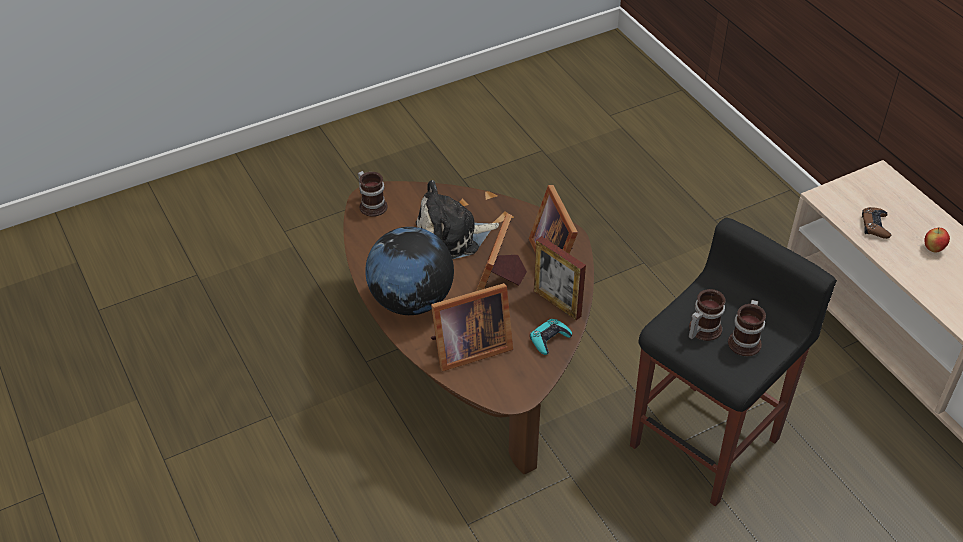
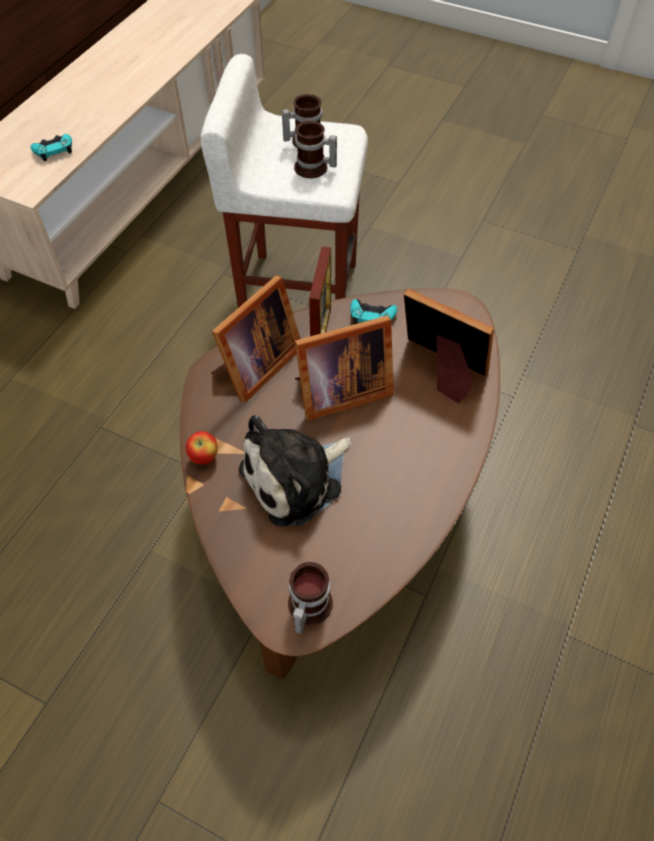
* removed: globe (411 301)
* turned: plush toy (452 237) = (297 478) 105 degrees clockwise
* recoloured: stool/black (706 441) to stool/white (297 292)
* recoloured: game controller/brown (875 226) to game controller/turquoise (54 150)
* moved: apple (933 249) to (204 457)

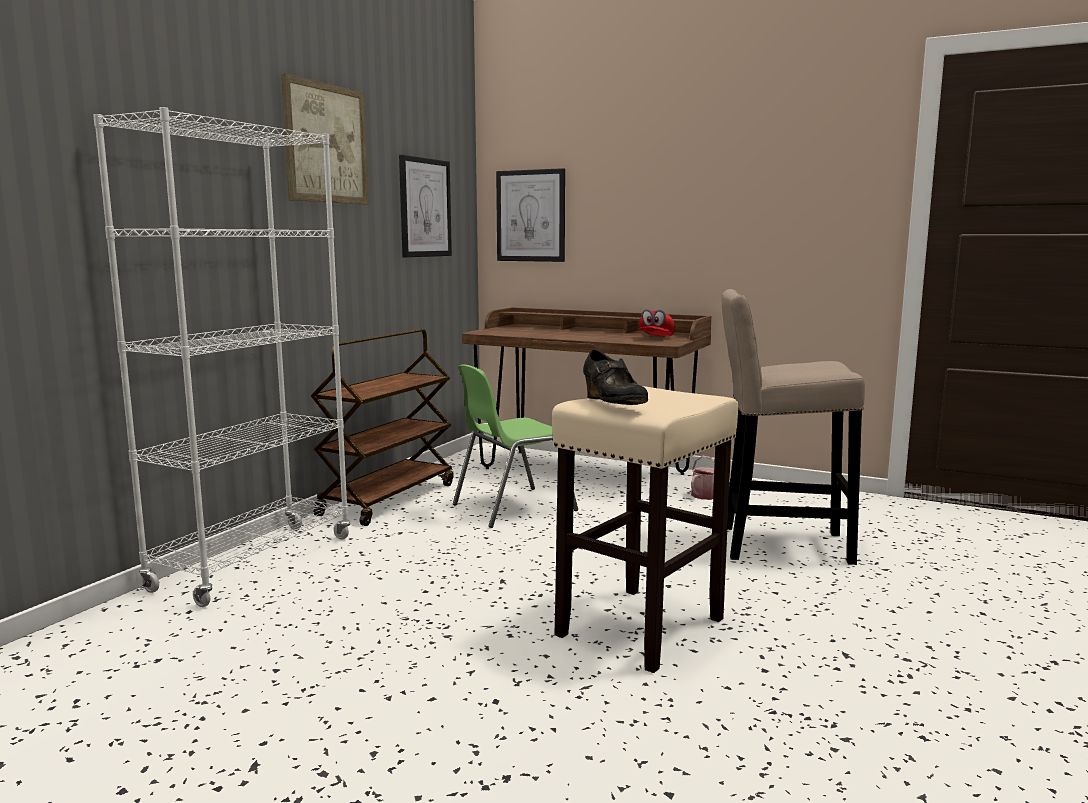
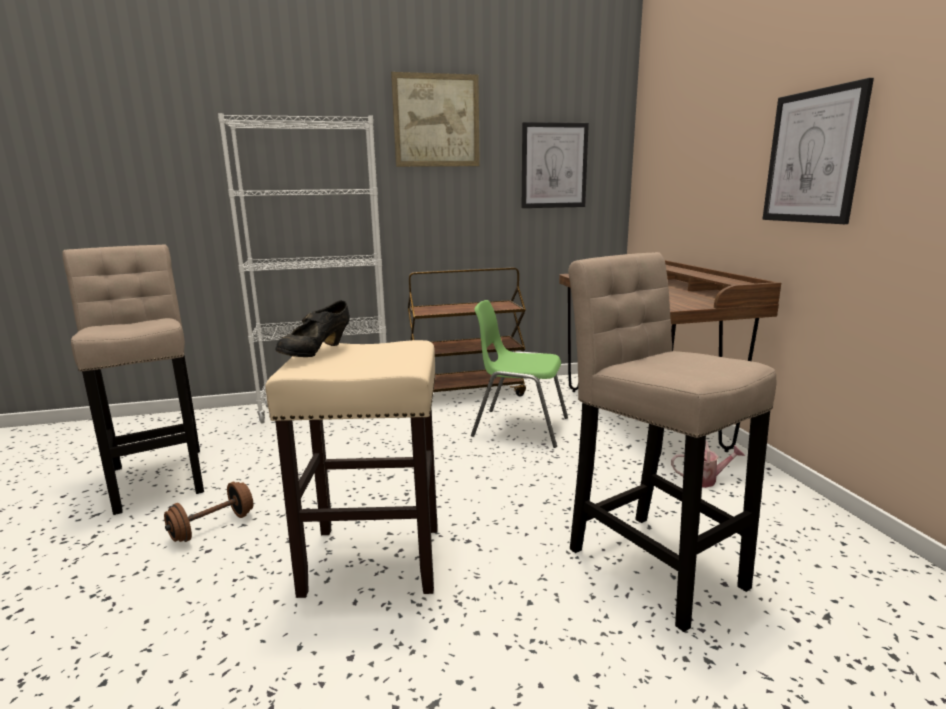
* moved: picture (531 216) to (813 157)
* removed: cap/red (656 338)
* added: stool/beige (159 476)
* added: dumbbell/brown (213 527)

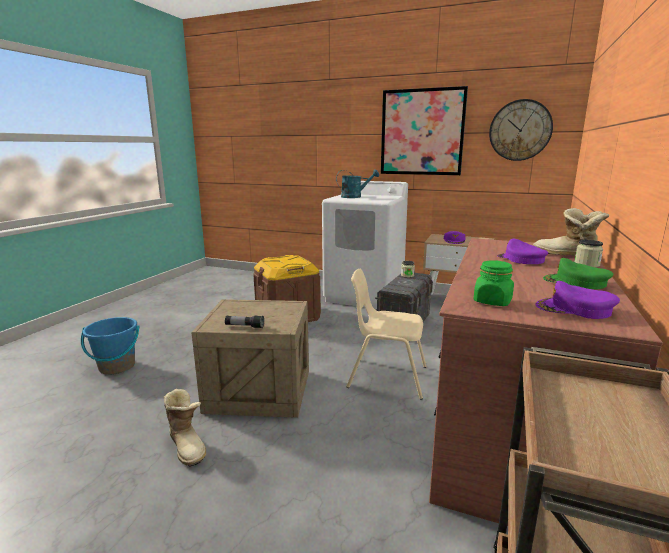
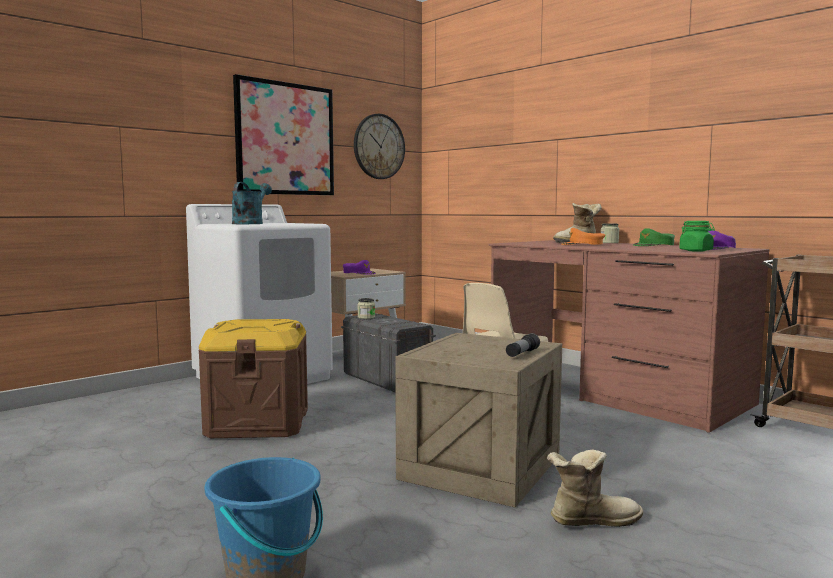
* recoloured: cap/purple (520 259) to cap/orange (582 244)

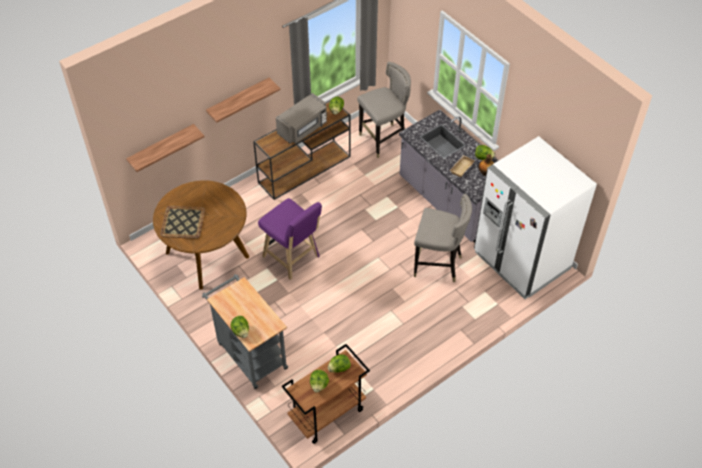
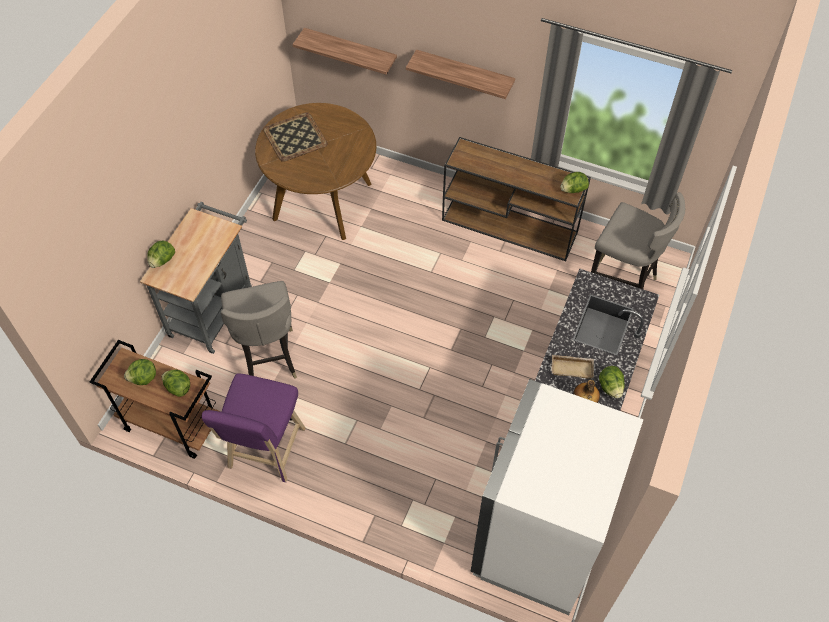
* moved: stool/purple (293 258) to (265 452)
* removed: microwave/grey (303 128)
* moved: stool/grey (438 265) to (268 358)

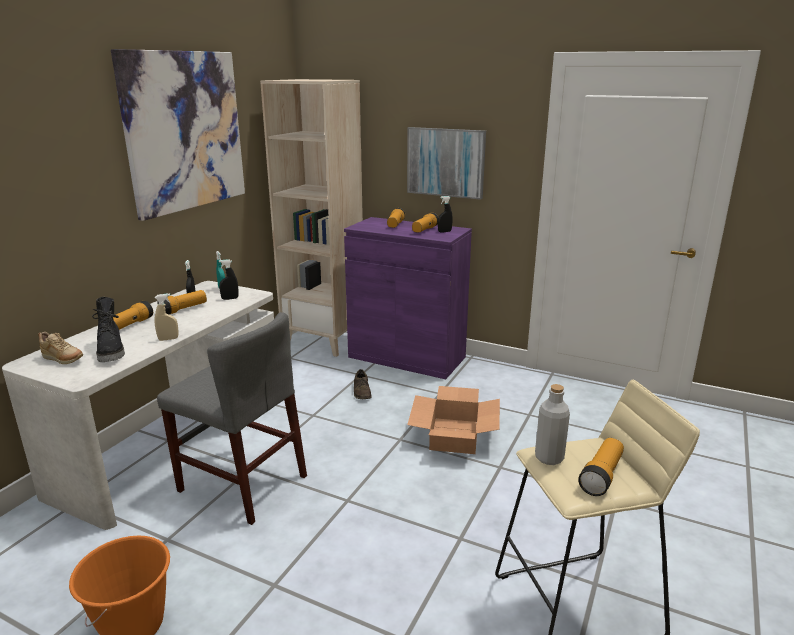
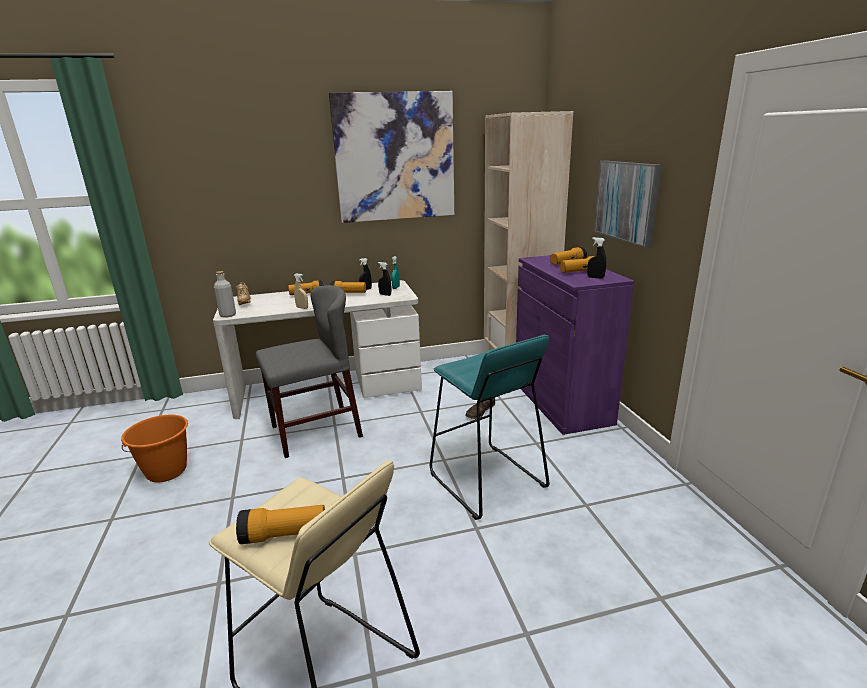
* removed: boot/black (112 352)
* turned: chair/grey (242 483) = (316 431) 105 degrees counterclockwise
* replaced: cardboard box (454 435) to stool/turquoise (486 481)
* moved: bottle/grey (549 458) to (228 315)

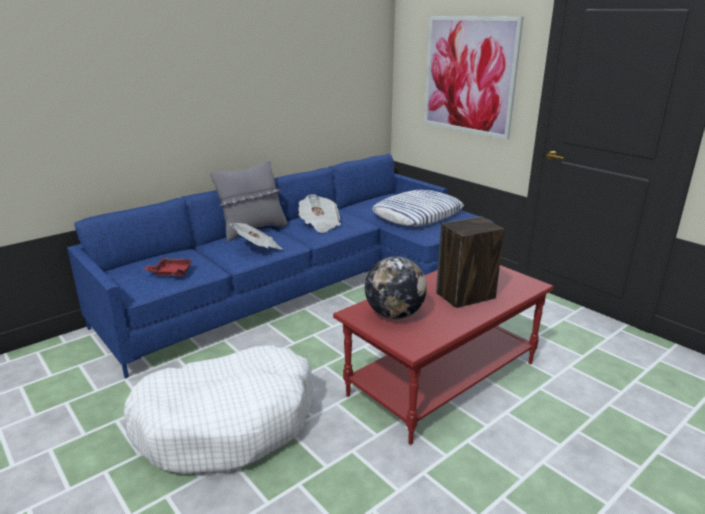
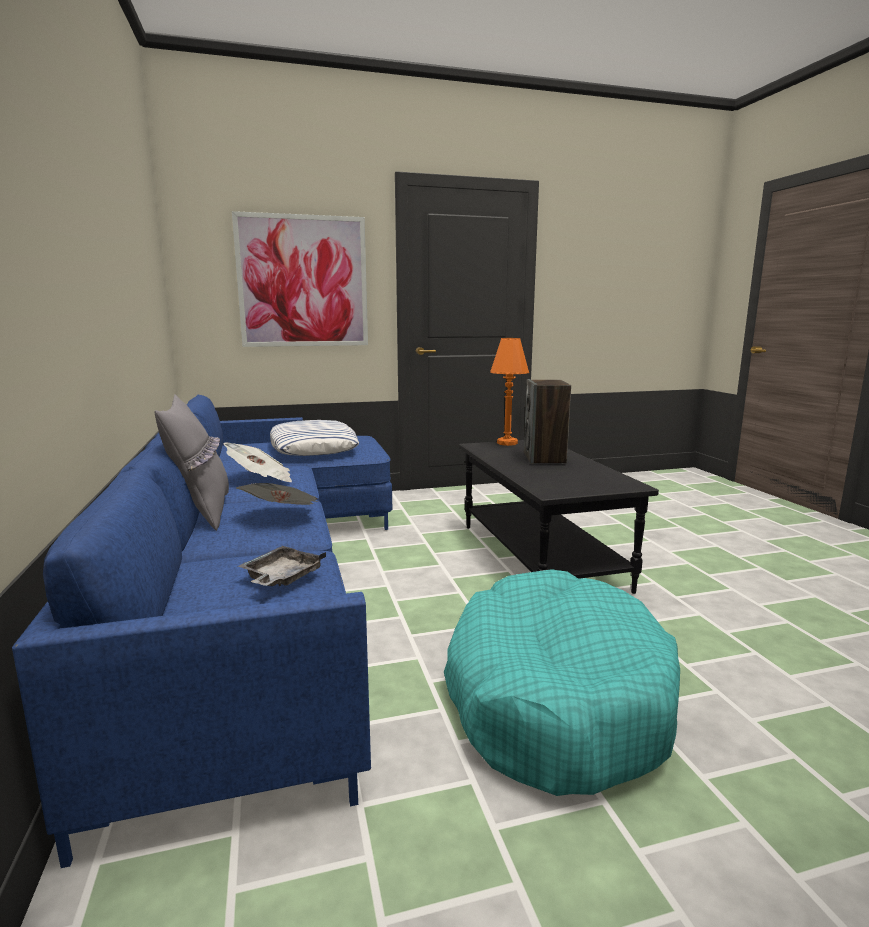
* recoloured: dog bed/white (228 422) to dog bed/turquoise (554 697)
* recoloured: tray/red (171 272) to tray/grey (281 577)
* recoloured: coffee table/red (442 377) to coffee table/black (537 556)
* removed: globe (394 314)
* added: table lamp/orange (507 443)

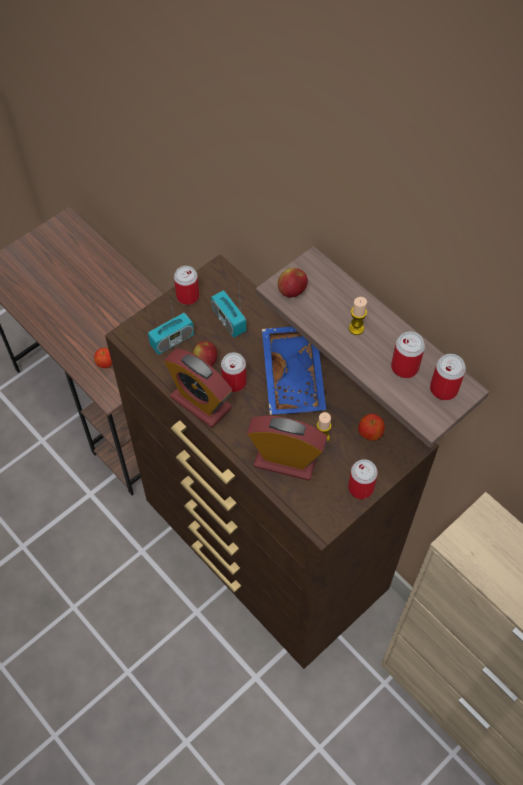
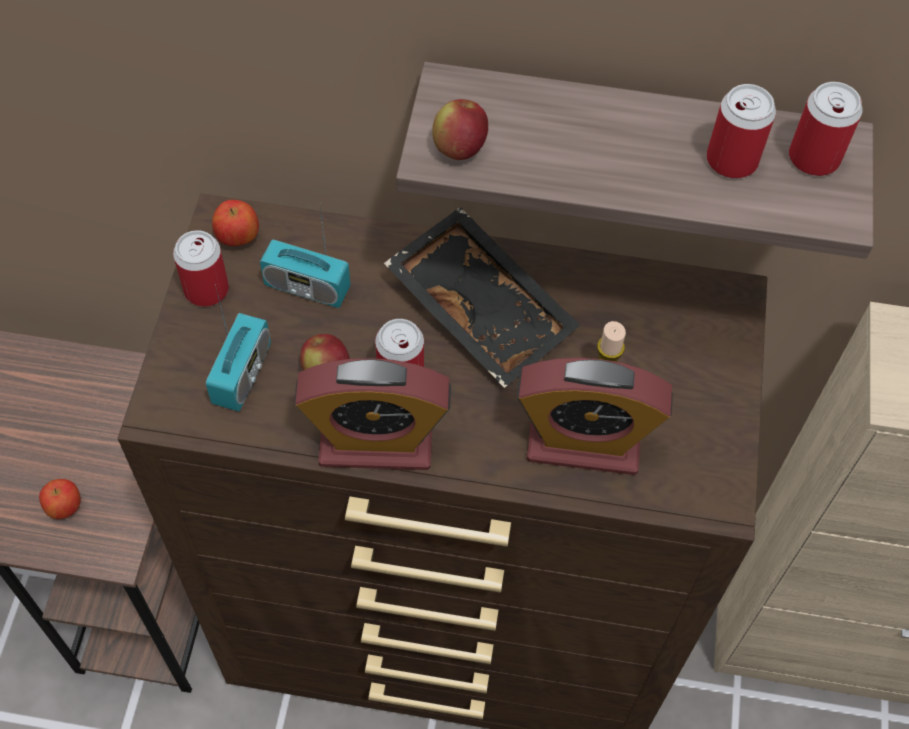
* turned: alarm clock (285 460) = (583 442) 150 degrees counterclockwise
* recoloured: tray/blue (295 376) to tray/black (483 307)
* removed: can (360 488)
* removed: candle (356 328)
* moved: apple (370 433) to (238 237)

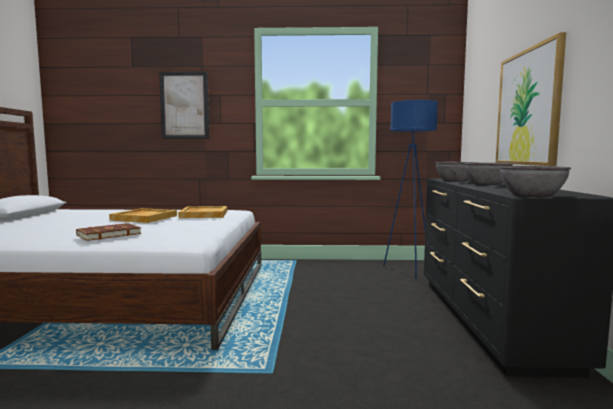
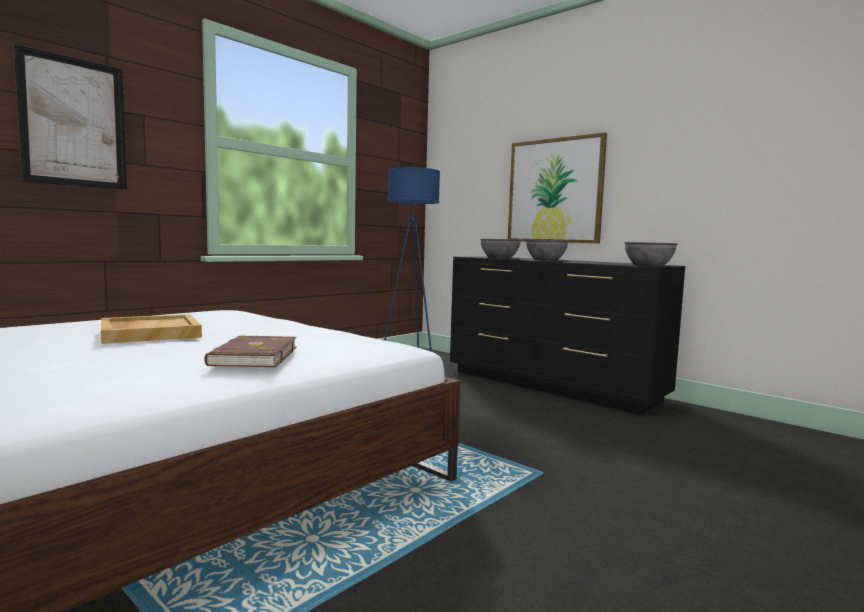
* removed: tray/beige (203 214)

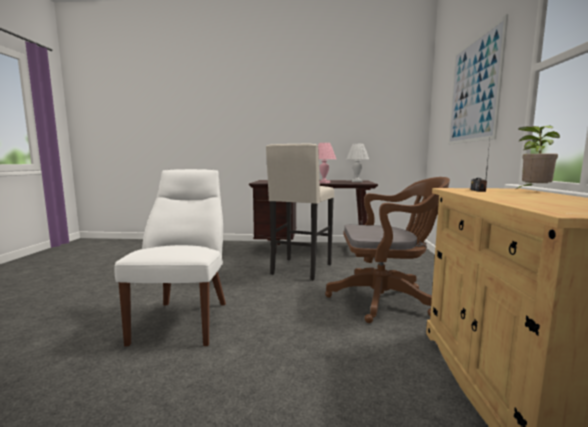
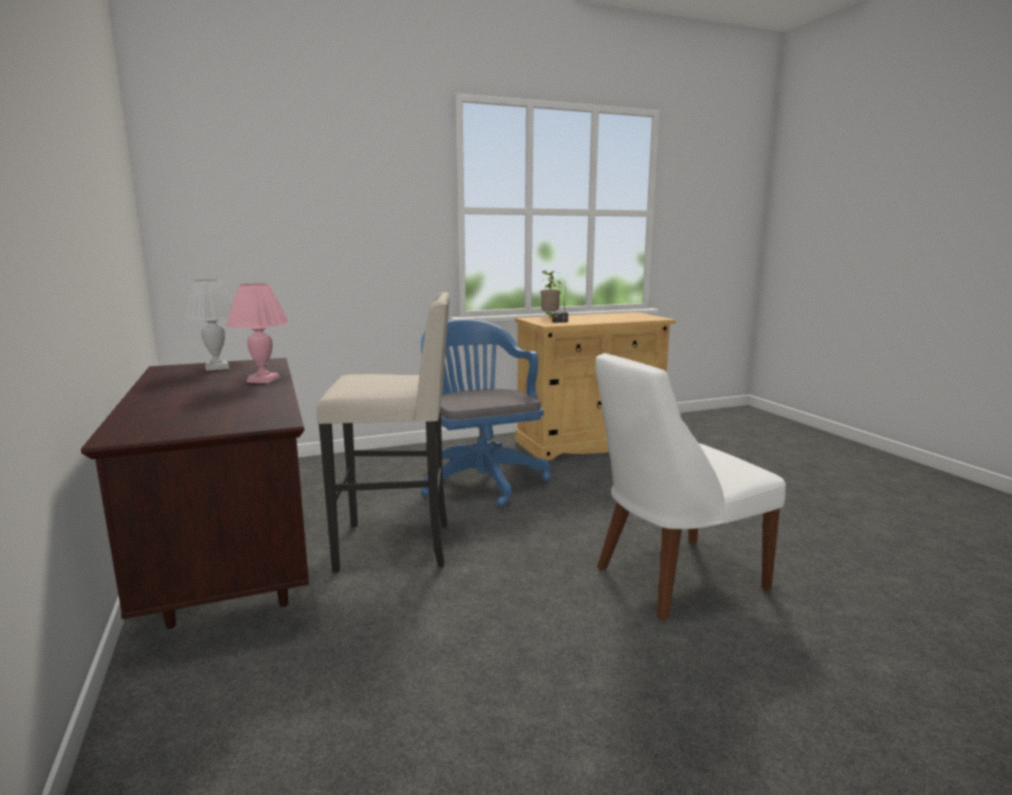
* recoloured: office chair/brown (386 300) to office chair/blue (479 478)
* removed: picture (473 91)

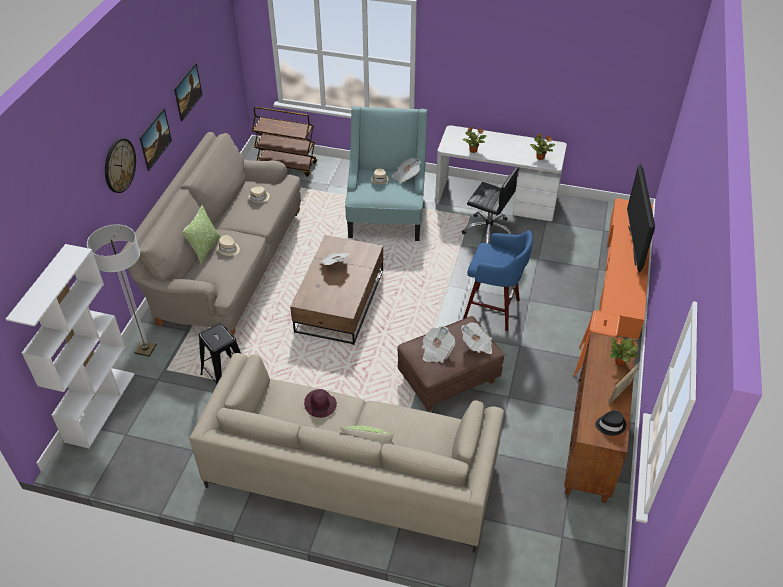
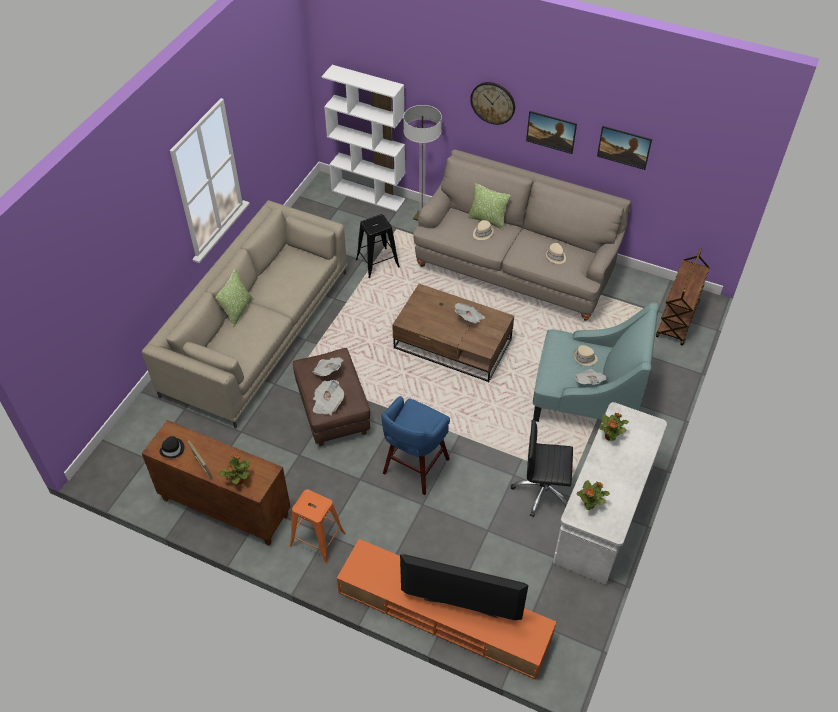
* removed: hat/purple (320 405)
* turned: office chair/black (488 231) = (543 491) 60 degrees clockwise

